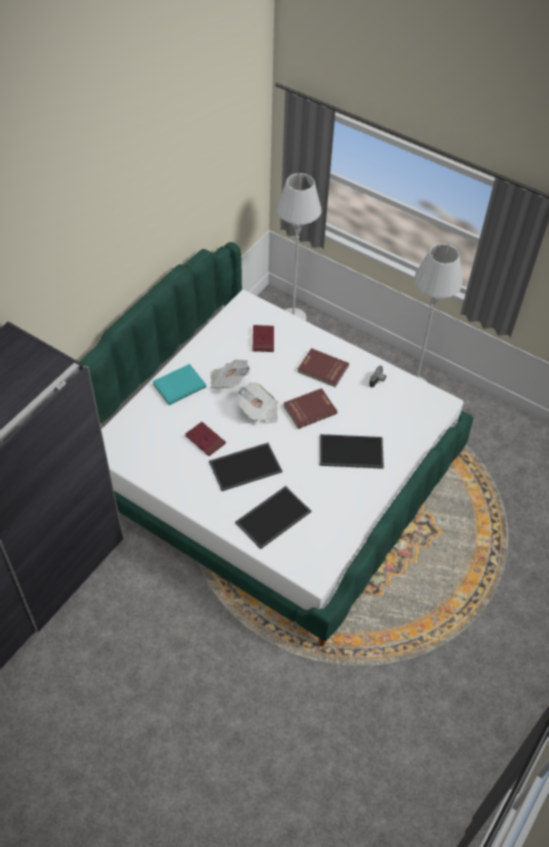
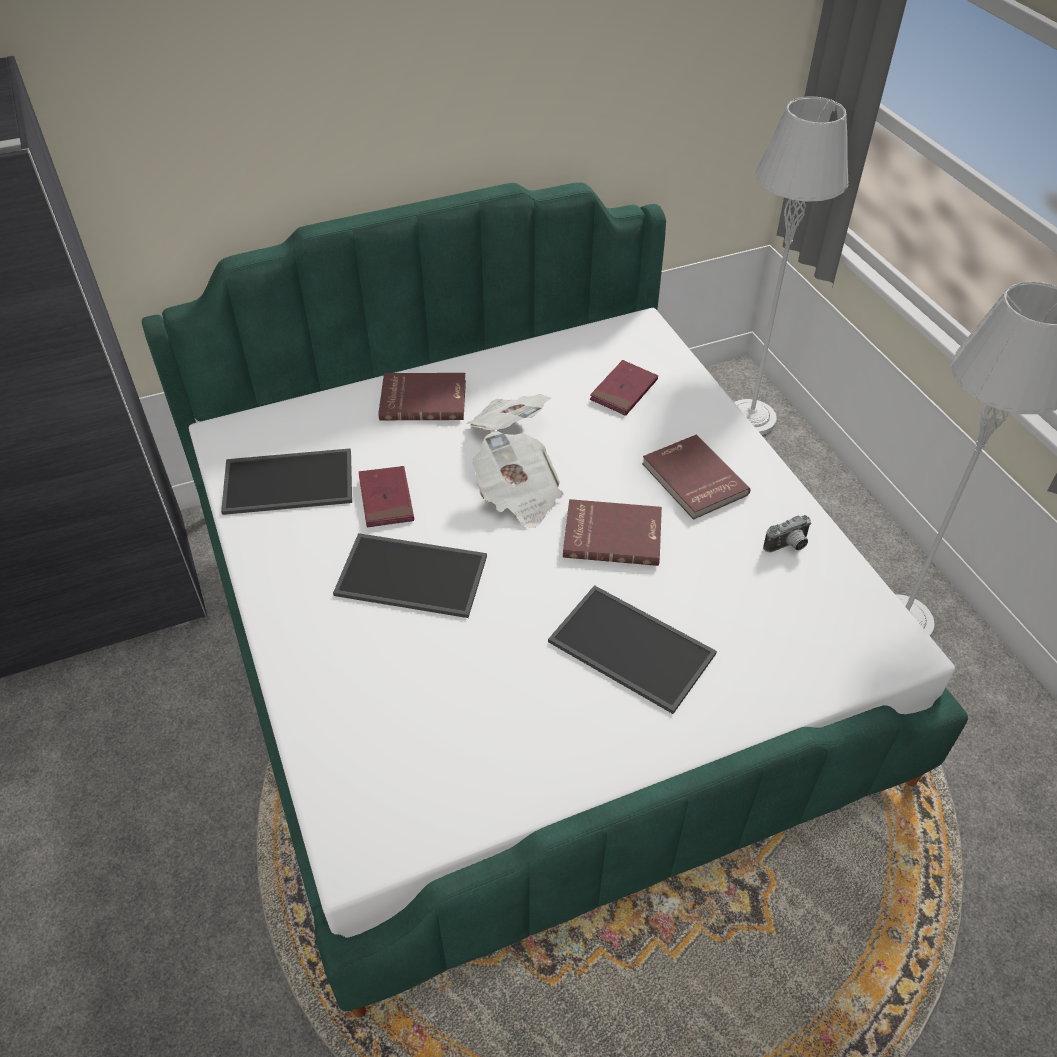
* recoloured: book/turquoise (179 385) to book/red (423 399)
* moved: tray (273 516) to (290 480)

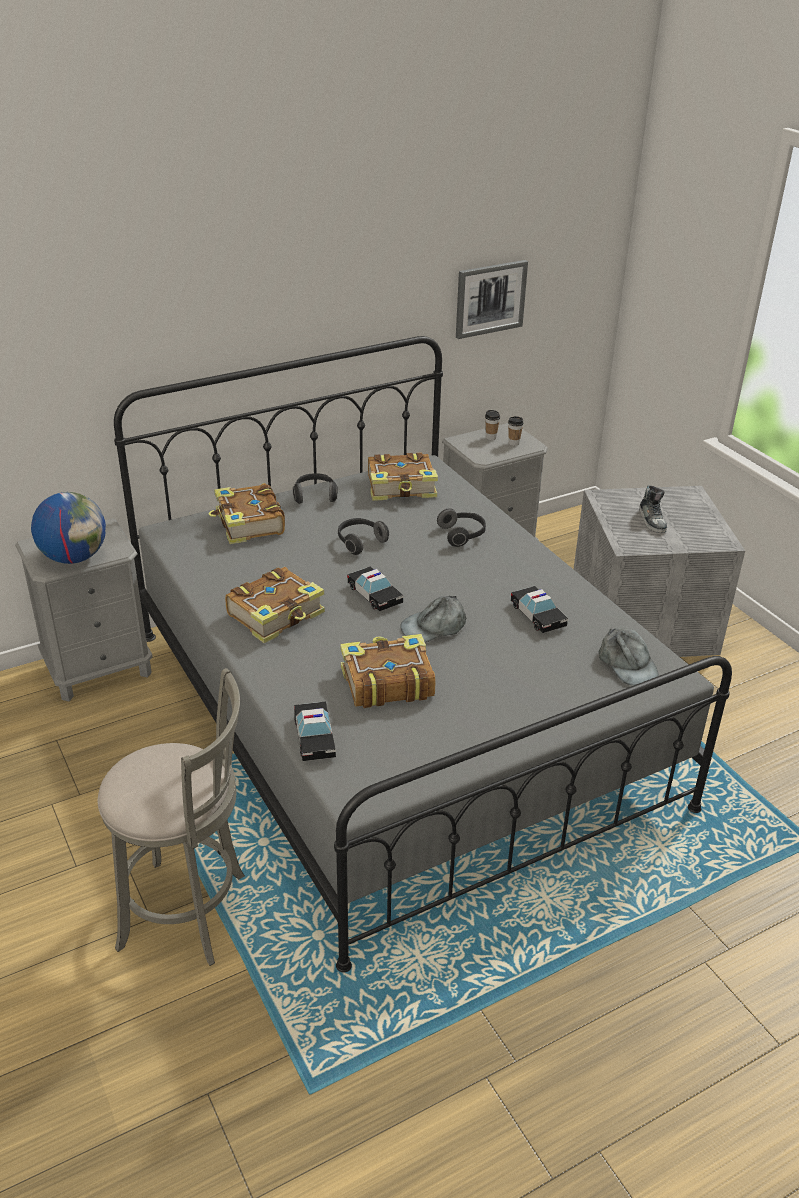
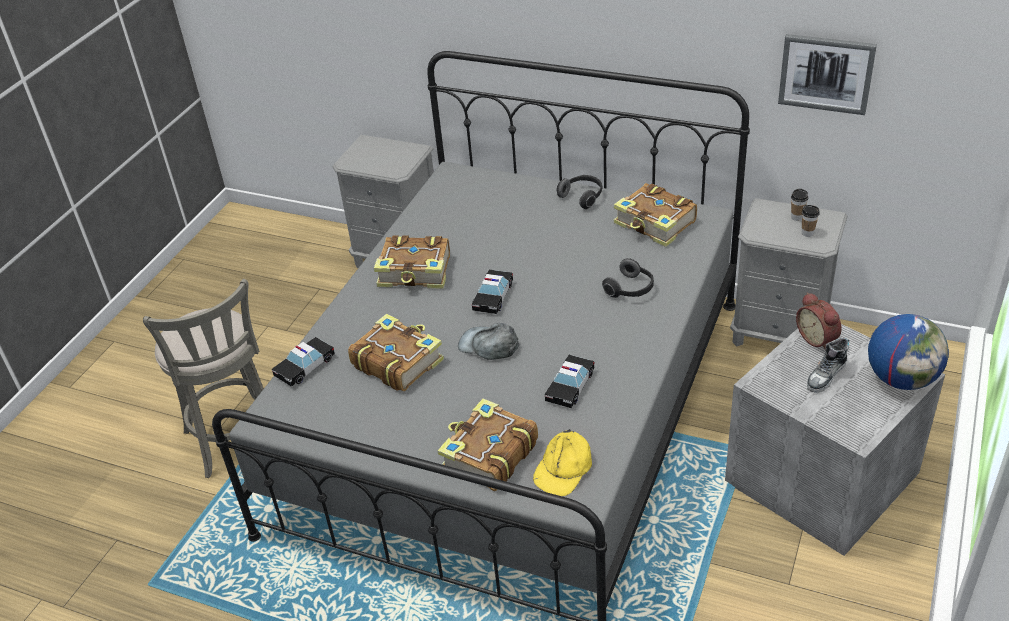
* moved: globe (74 557) to (901 379)
* moved: book (248 524) to (488 456)
* removed: headphones (360 542)
* recoloured: cap/grey (627 664) to cap/yellow (564 468)
* added: alarm clock (818 338)

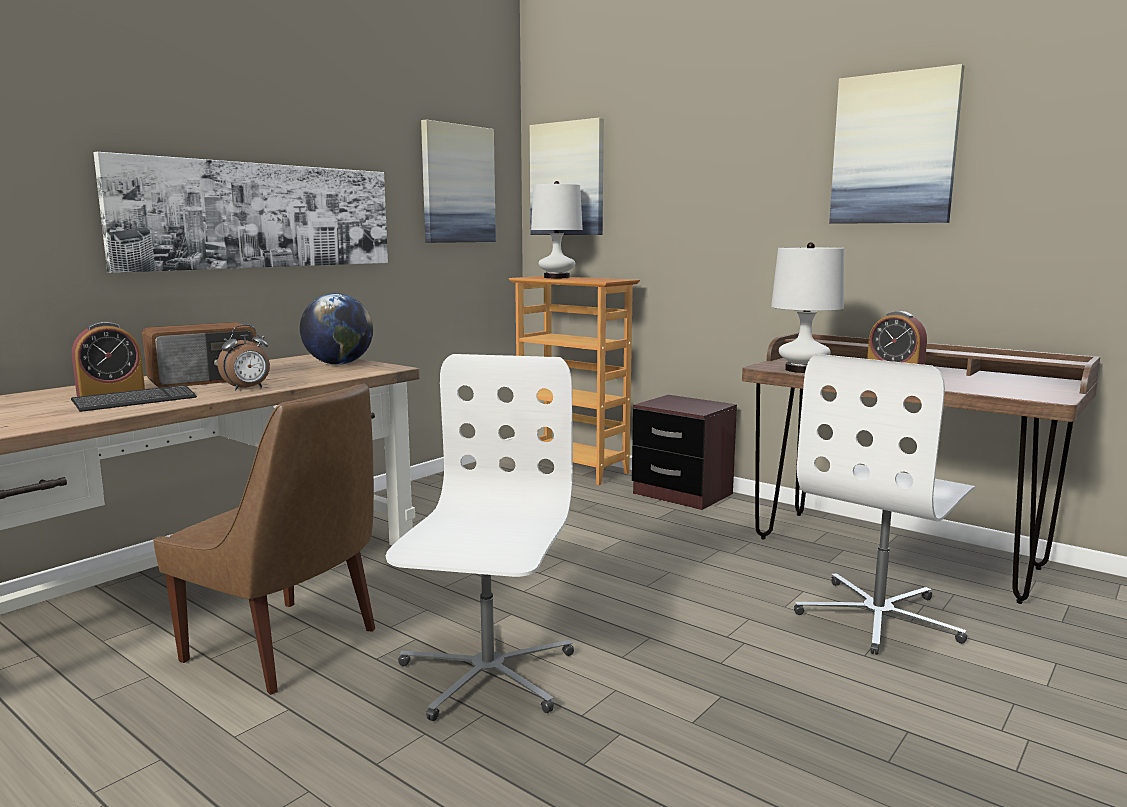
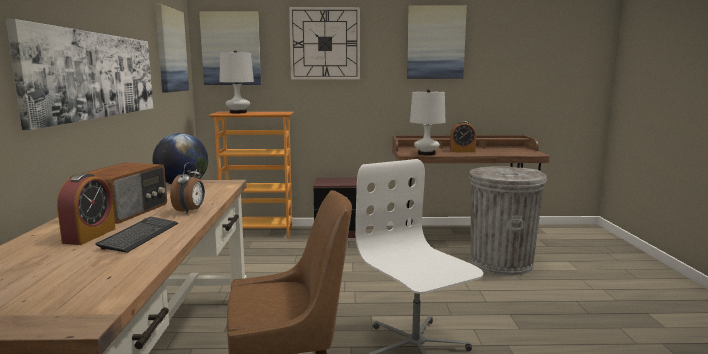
* replaced: office chair/white (879 617) to trash can/grey (500 263)
* added: wall clock (325 43)

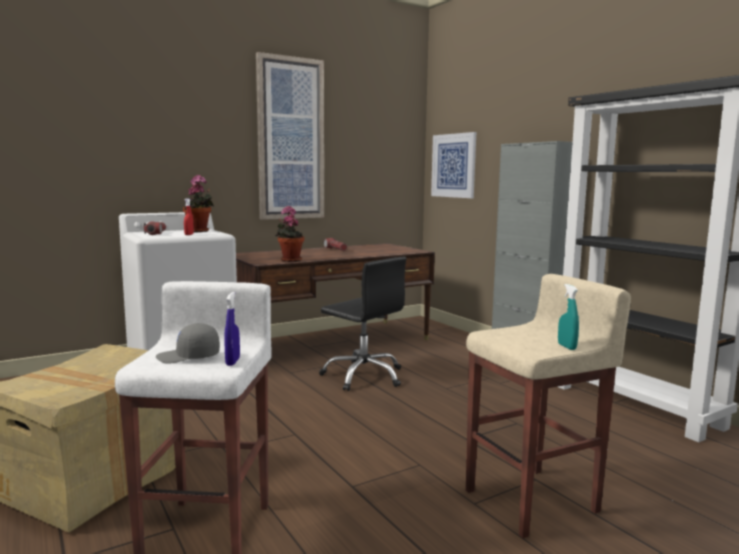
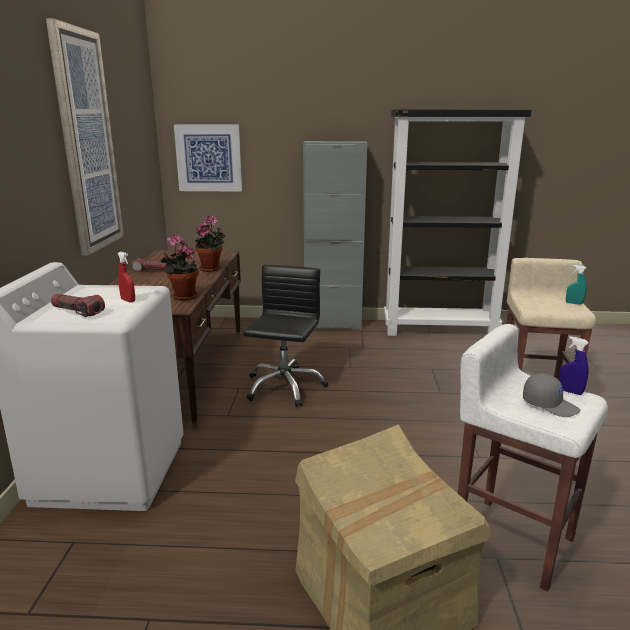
* turned: cap/grey (188 357) = (550 405) 75 degrees counterclockwise
* moved: potted plant (199 231) to (212 269)
* turned: office chair/black (364 376) = (284 387) 60 degrees counterclockwise

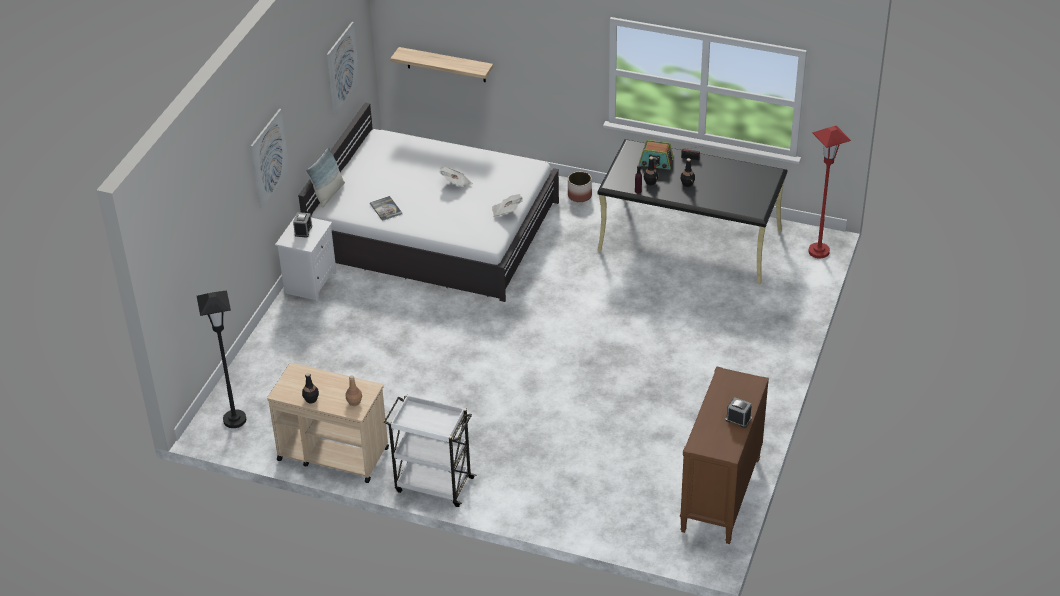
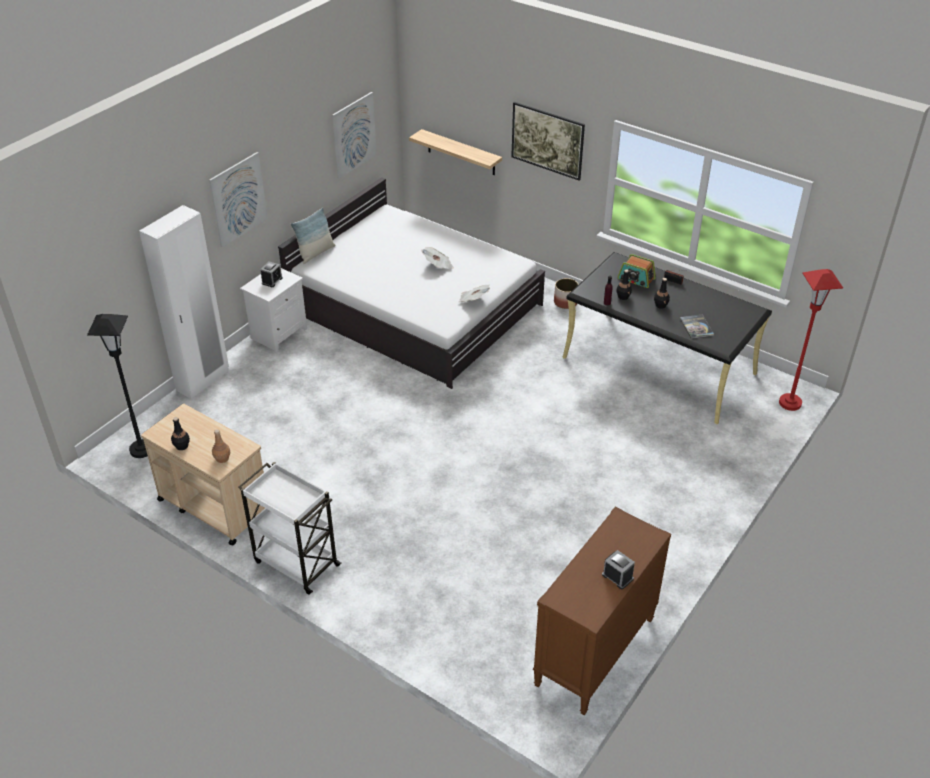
* moved: book (386 209) to (696 327)
* added: wardrobe/white (203 381)
* added: picture (546 154)

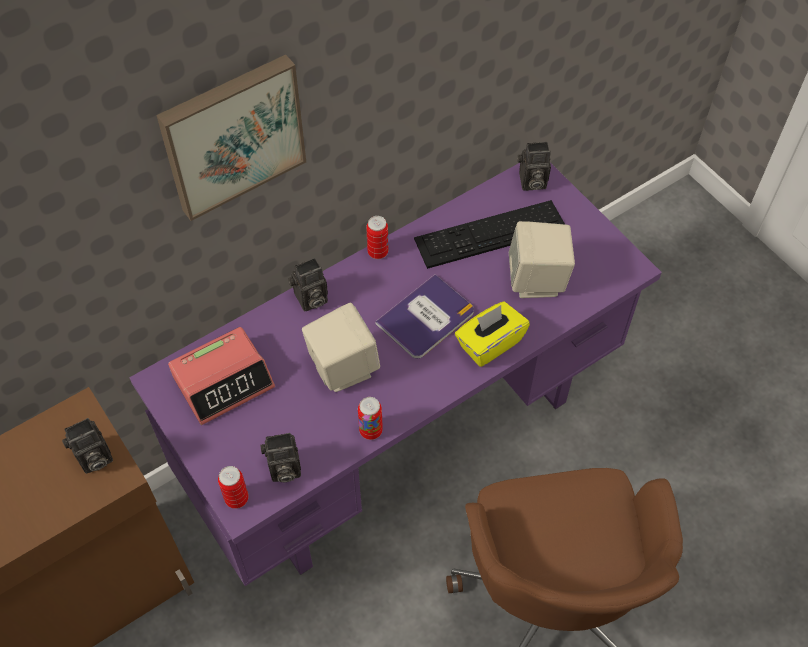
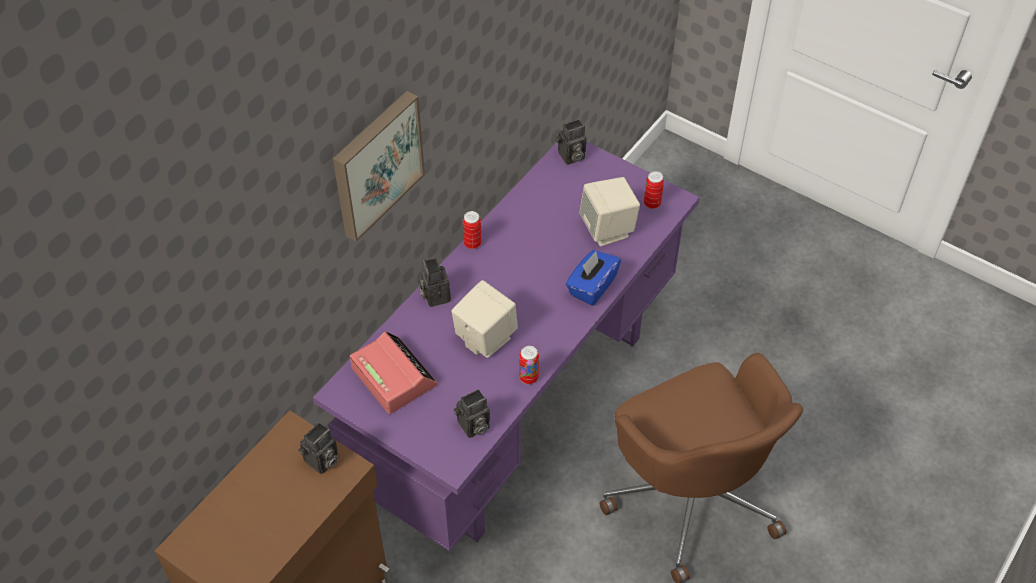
* turned: alarm clock (224 381) = (393 376) 75 degrees counterclockwise
* moved: can (237 498) to (652 203)
* turned: photo camera (310 300) = (434 295) 120 degrees clockwise
* removed: book (426 318)
* removed: keyboard (490 234)
* recoloured: tissue box/yellow (489 343) to tissue box/blue (592 286)

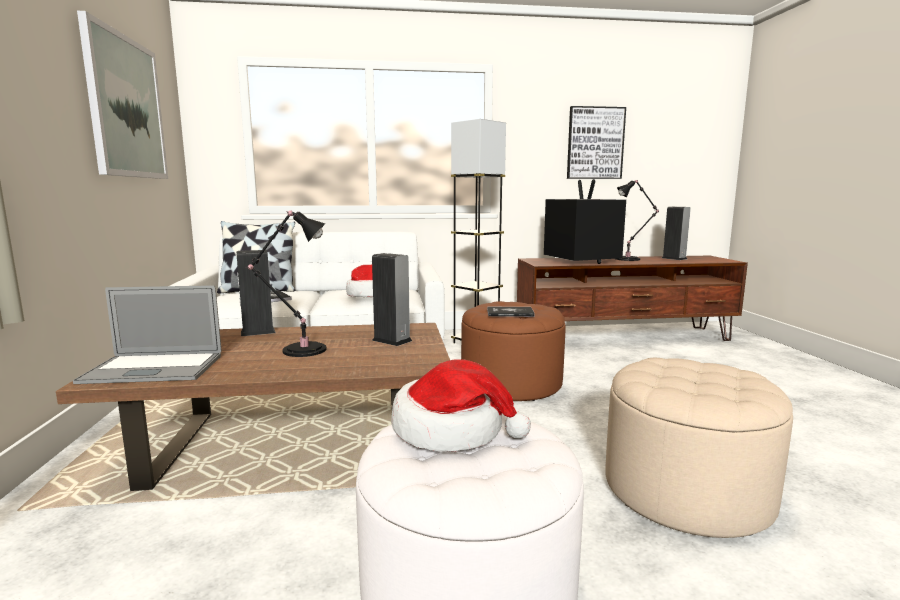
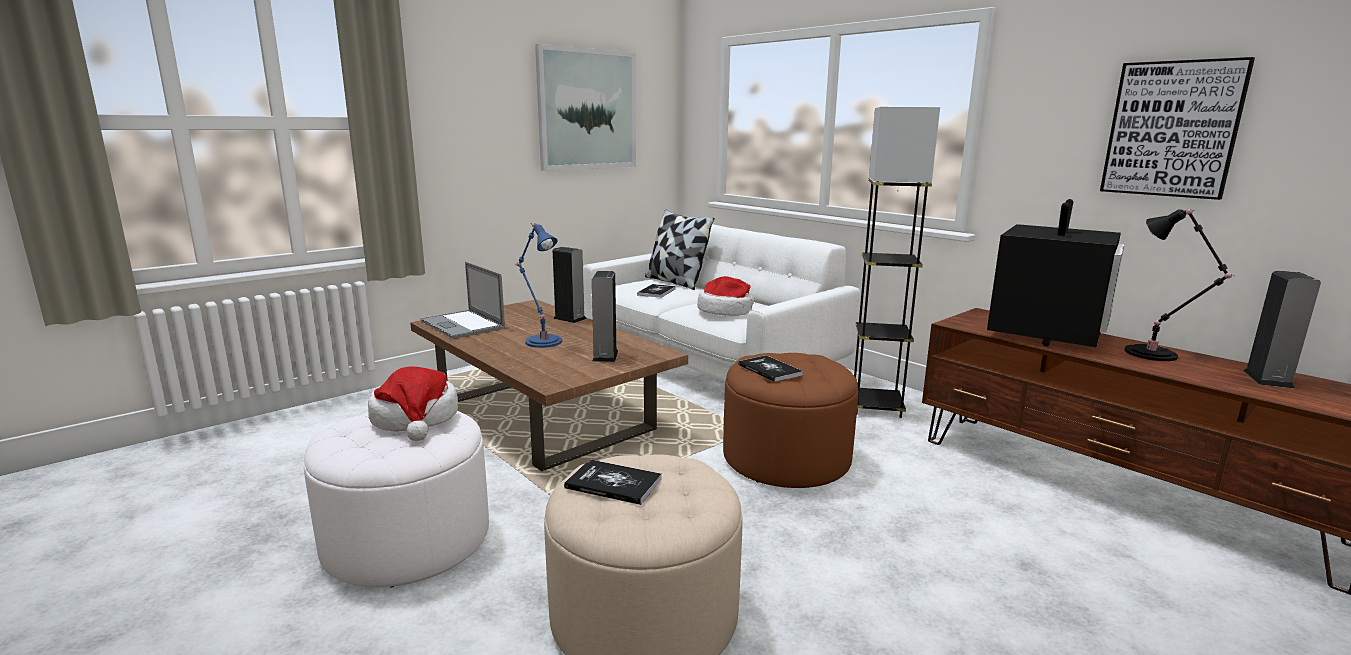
* recoloured: table lamp/black (300 350) to table lamp/blue (542 341)
* added: book (613 483)

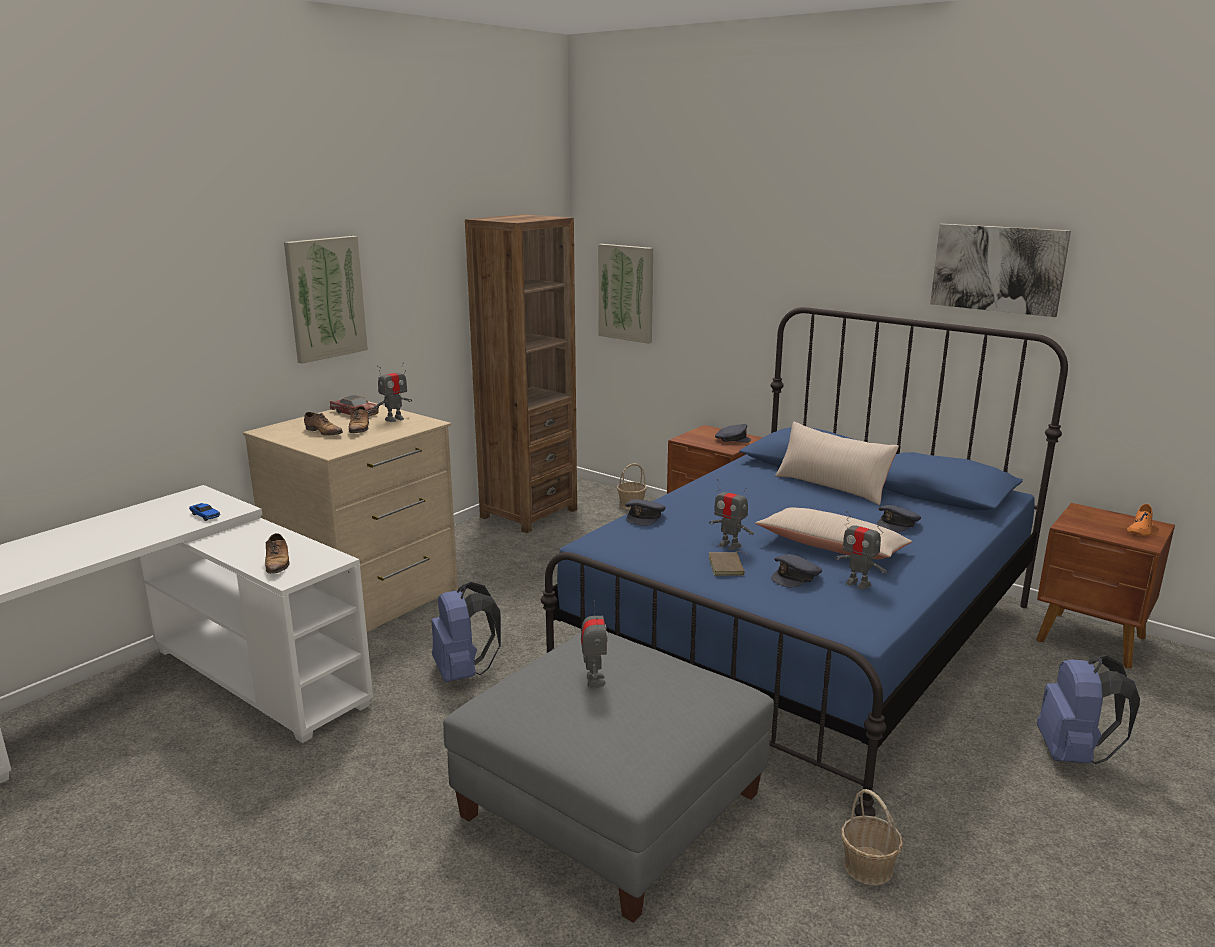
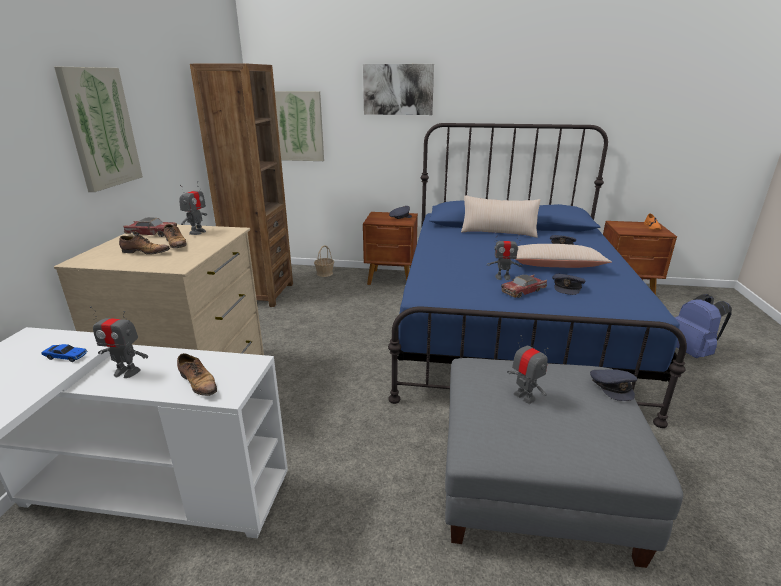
* removed: backpack/blue (464 672)
* moved: cap/grey (644 516) to (612 387)
* replaced: book/brown (727 566) to toy car (523 291)
* moved: toy robot (858 583) to (126 372)
* removed: basket (868 867)
* moved: picture (998 268) to (398 89)

